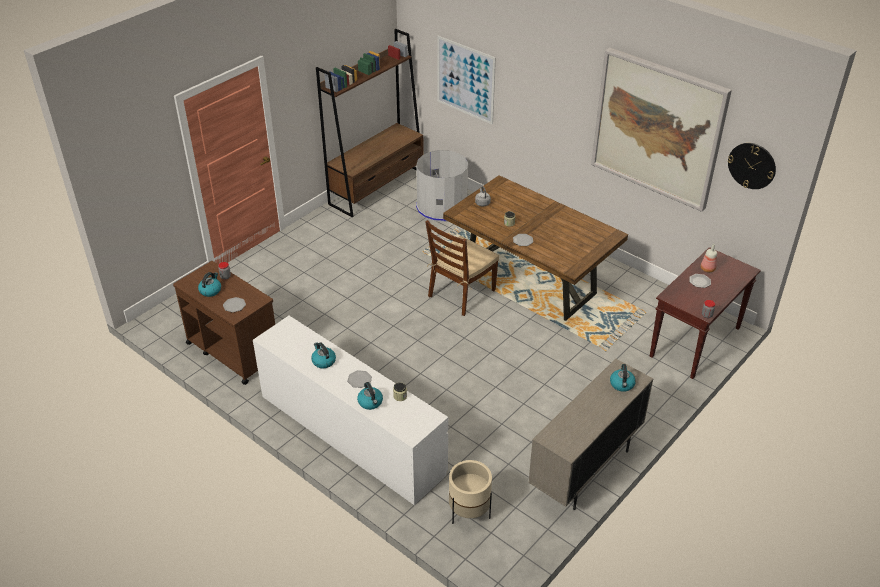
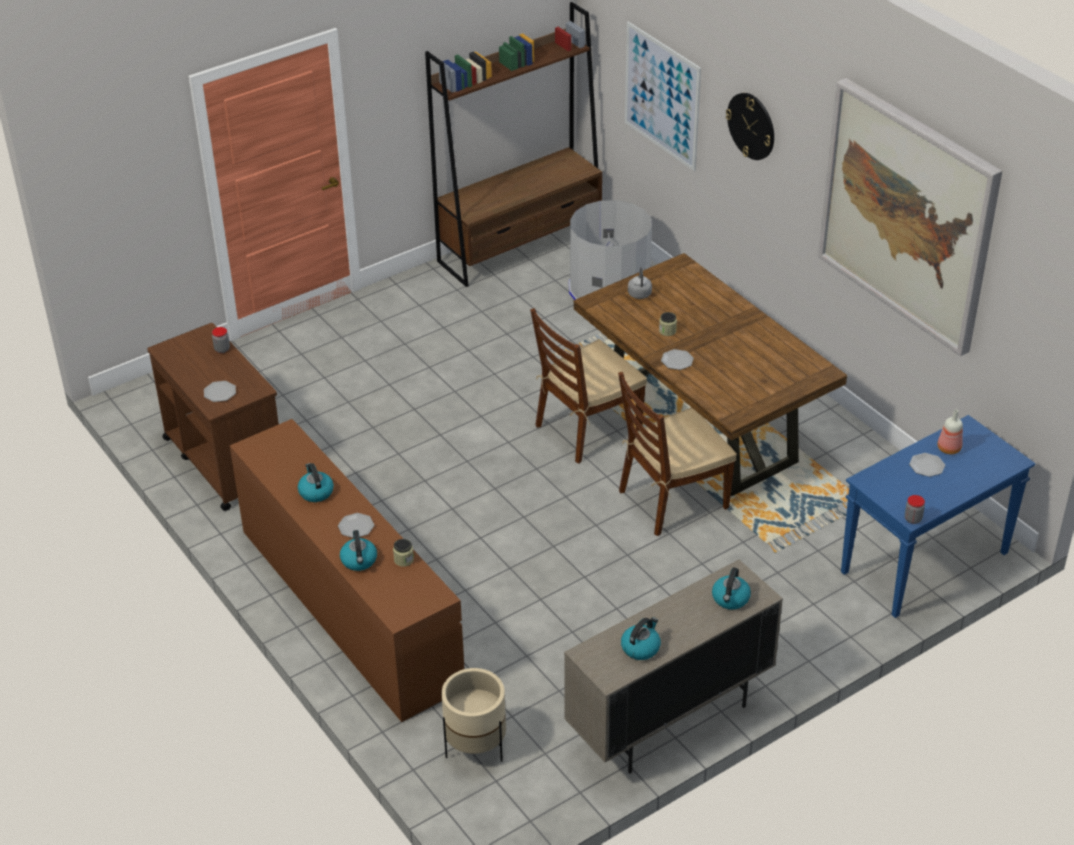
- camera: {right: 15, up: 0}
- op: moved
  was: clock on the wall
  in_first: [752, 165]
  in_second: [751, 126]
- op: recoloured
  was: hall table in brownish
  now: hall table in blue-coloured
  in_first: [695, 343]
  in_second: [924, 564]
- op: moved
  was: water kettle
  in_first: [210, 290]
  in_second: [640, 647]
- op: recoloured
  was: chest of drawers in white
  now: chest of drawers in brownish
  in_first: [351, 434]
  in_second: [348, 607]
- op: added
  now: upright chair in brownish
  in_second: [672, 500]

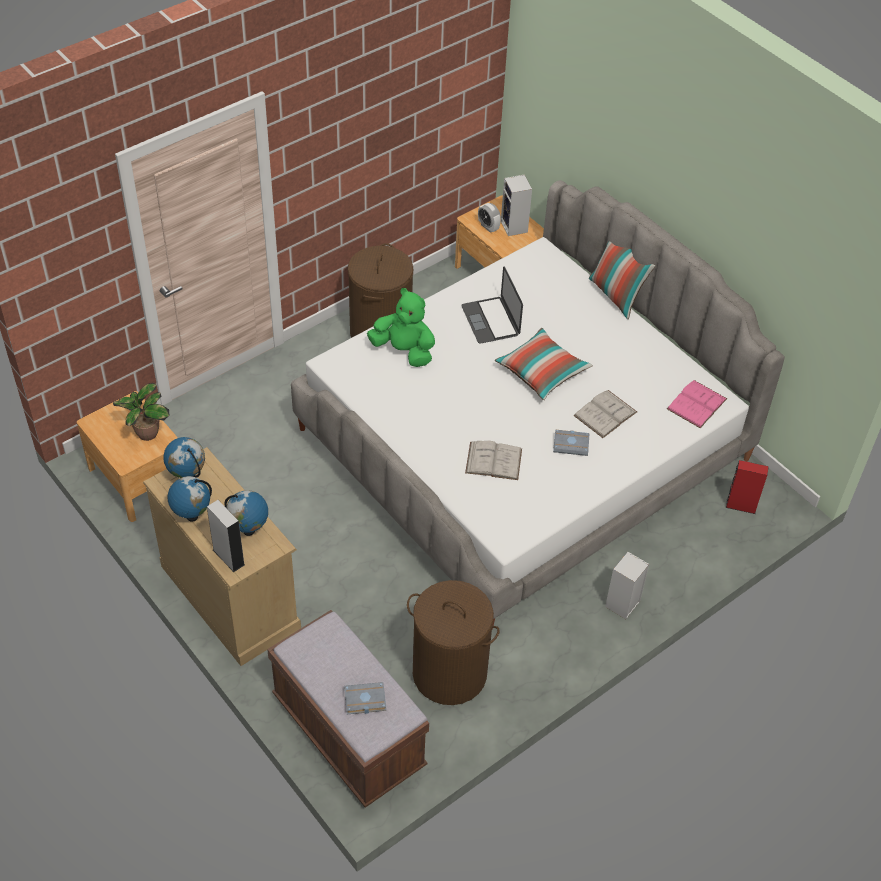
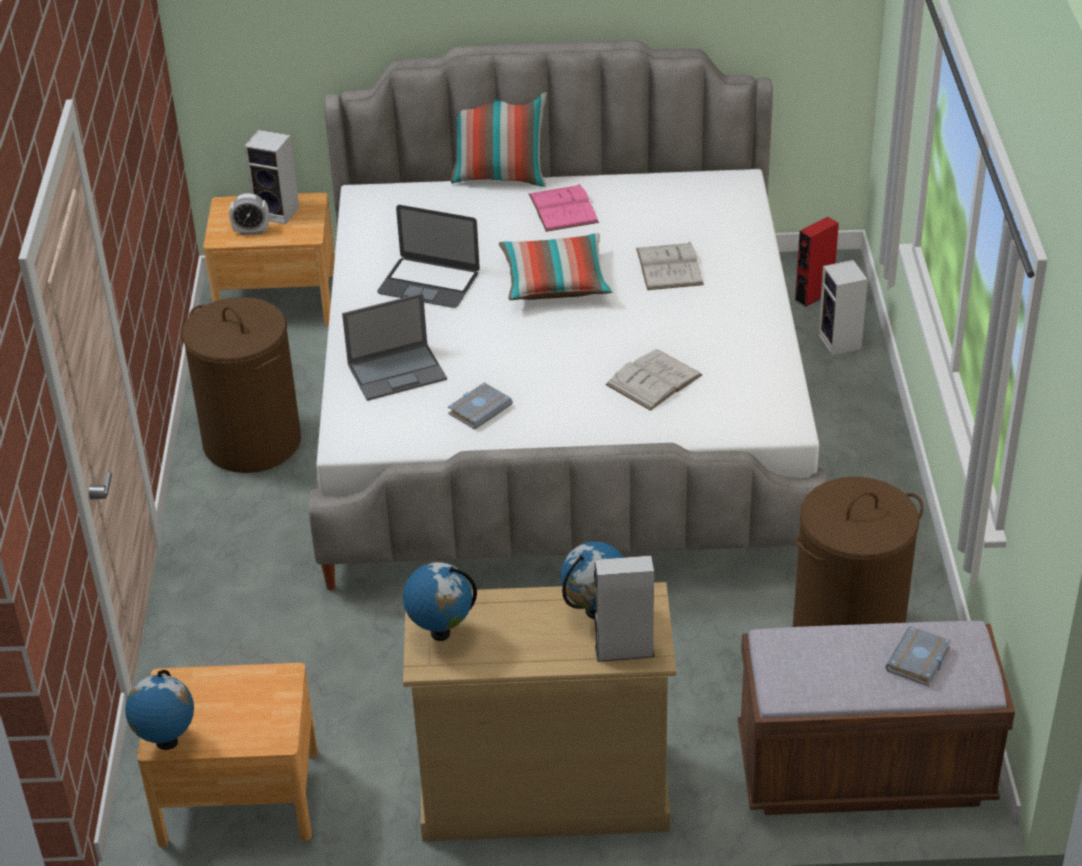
- camera: {right: -50, up: -10}
- op: replaced
  was: plush toy in green
  now: portable computer
  in_first: [404, 351]
  in_second: [398, 371]
- op: moved
  was: book in pink-coloured
  in_first: [697, 404]
  in_second: [563, 208]
- op: removed
  was: houseplant
  in_first: [146, 434]
- op: moved
  was: book in greyish
  in_first: [571, 444]
  in_second: [479, 409]
- op: moved
  was: globe
  in_first: [192, 516]
  in_second: [166, 742]
- op: moved
  was: audio speaker
  in_first: [622, 605]
  in_second: [841, 343]

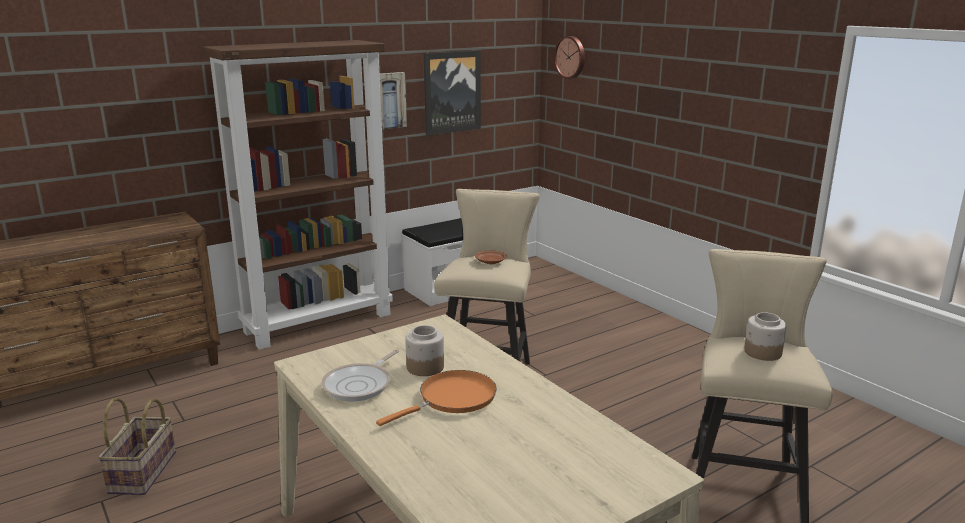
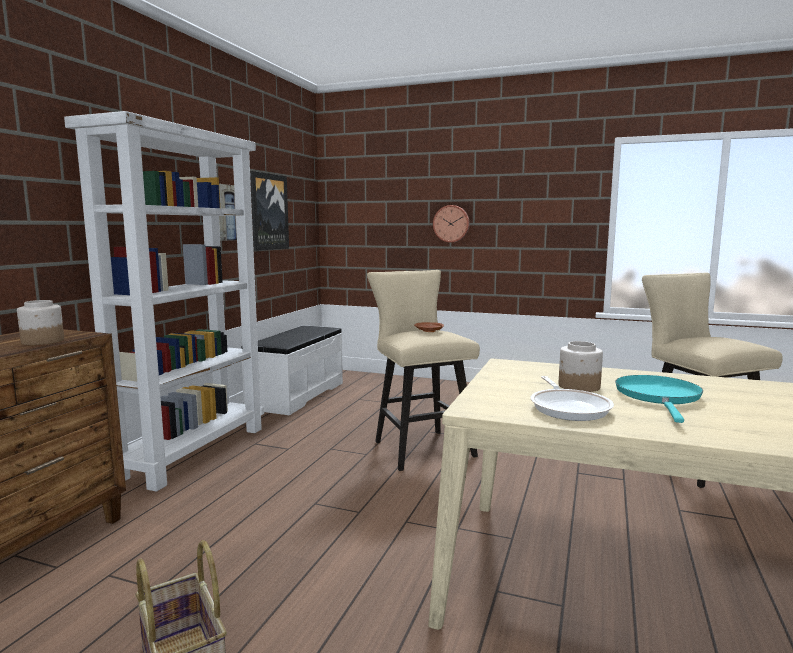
- camera: {right: -35, up: -10}
- op: moved
  was: clock on the wall
  in_first: [571, 57]
  in_second: [451, 223]
- op: recoloured
  was: shelving unit in brownish
  now: shelving unit in white
  in_first: [319, 322]
  in_second: [194, 452]
- op: moved
  was: preserve jar
  in_first: [762, 352]
  in_second: [42, 341]
- op: recoloured
  was: frying pan in orange
  now: frying pan in blue-green
  in_first: [453, 399]
  in_second: [658, 397]

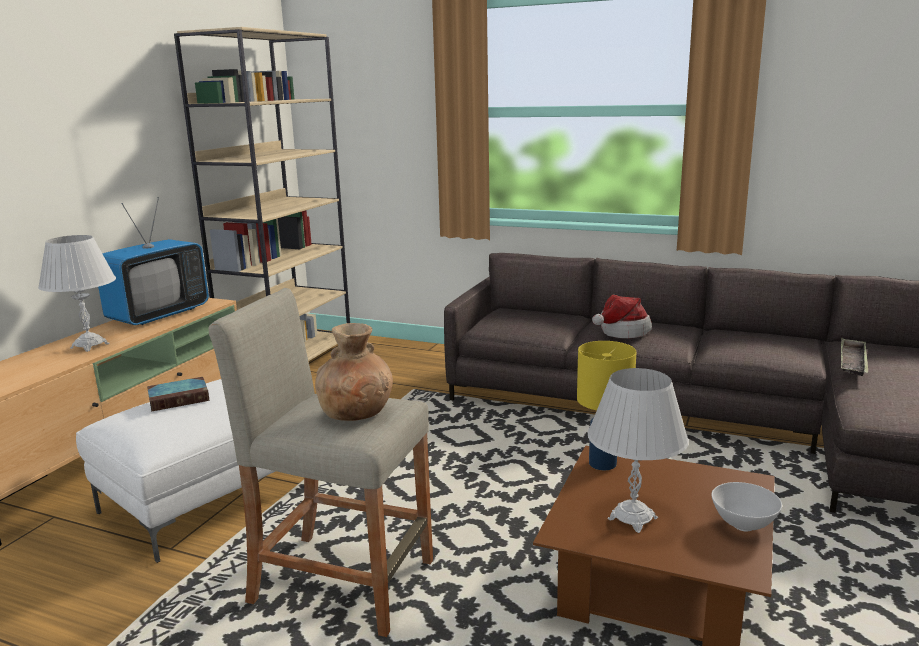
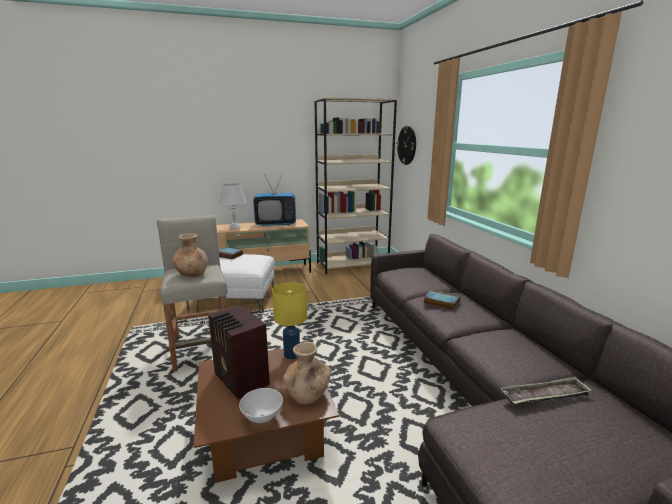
- camera: {right: 50, up: 0}
- op: replaced
  was: wearable hat
  now: book
  in_first: [620, 331]
  in_second: [440, 302]
- op: replaced
  was: table lamp in white
  now: radio receiver
  in_first: [633, 518]
  in_second: [241, 380]
- op: added
  now: clock on the wall
  in_second: [407, 145]
- op: added
  now: flower vase in brownish
  in_second: [307, 395]

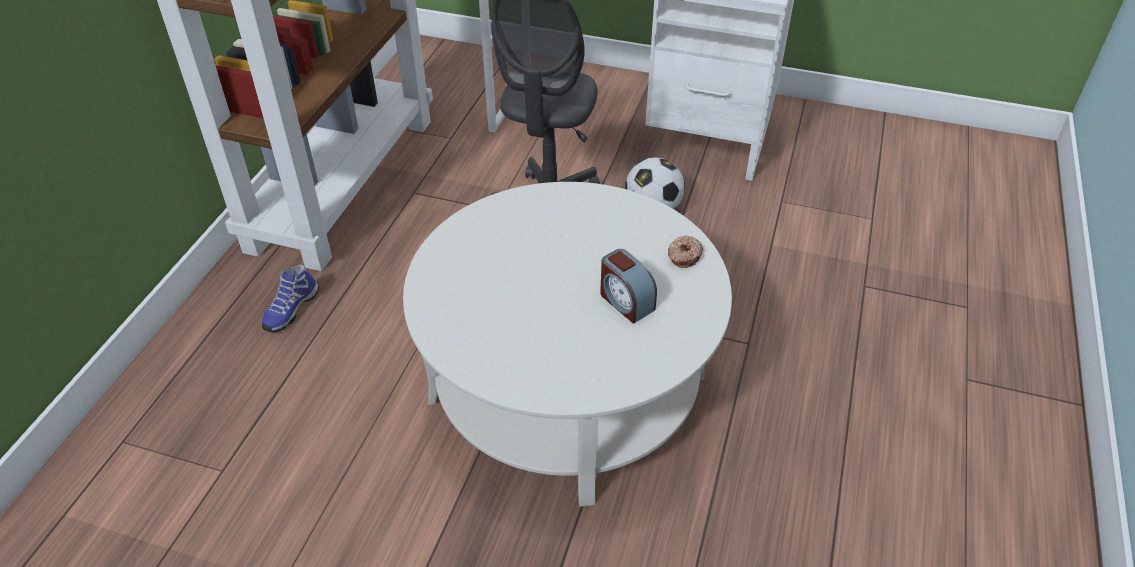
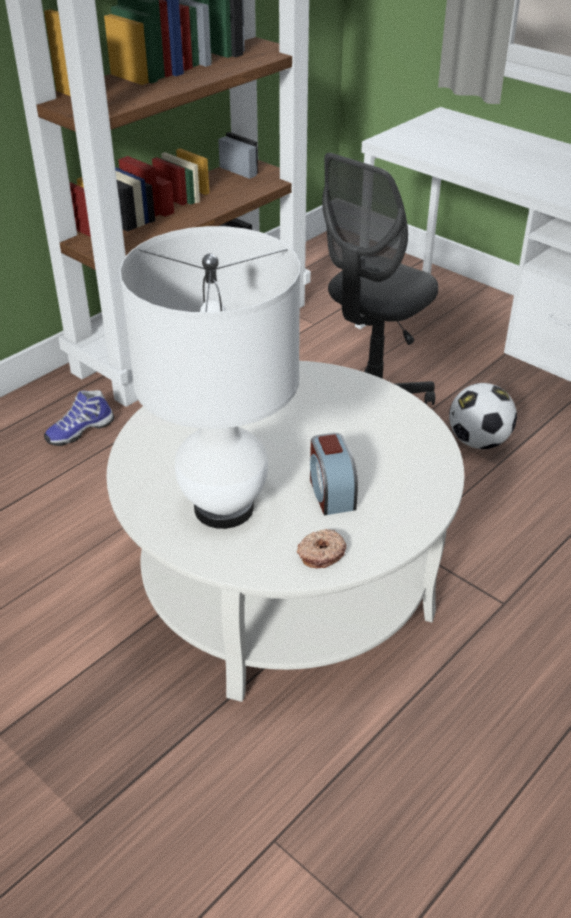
- camera: {right: 25, up: -5}
- op: moved
  was: doughnut
  in_first: [683, 256]
  in_second: [321, 553]
- op: added
  now: table lamp in white
  in_second: [224, 508]

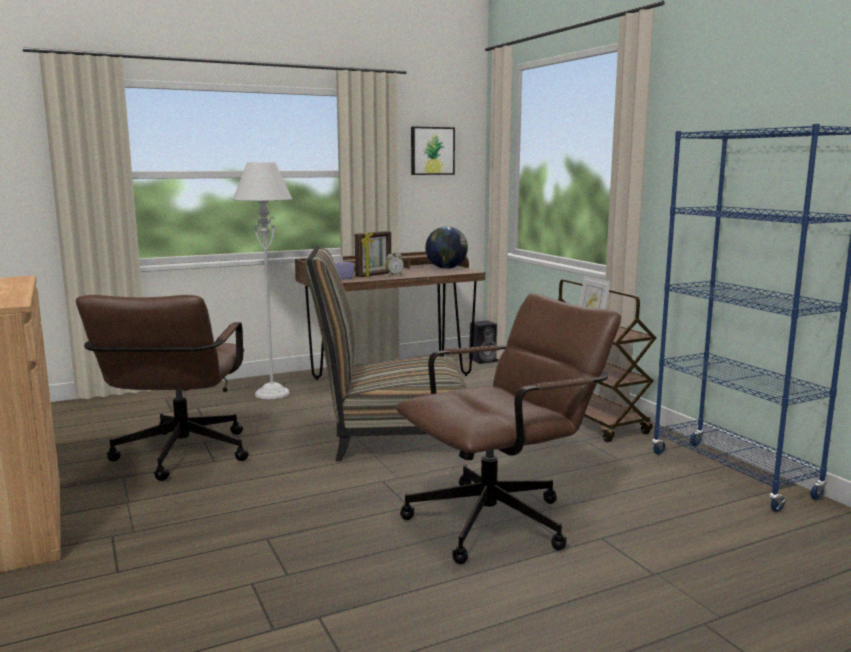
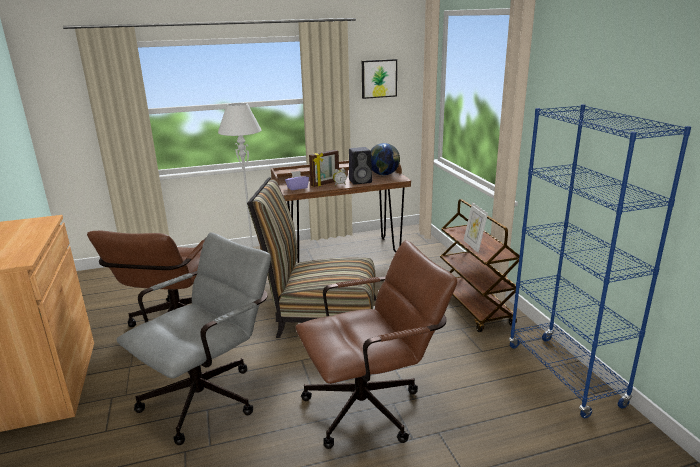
- camera: {right: 10, up: 10}
- op: moved
  was: audio speaker in blackish
  in_first: [484, 360]
  in_second: [361, 181]
- op: added
  now: desk chair in greyish
  in_second: [210, 395]

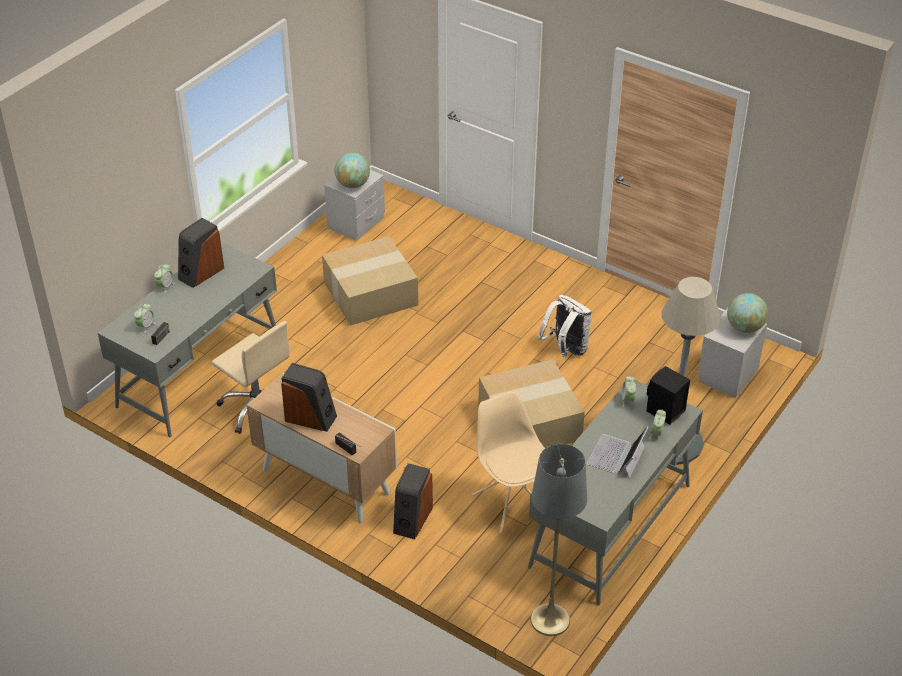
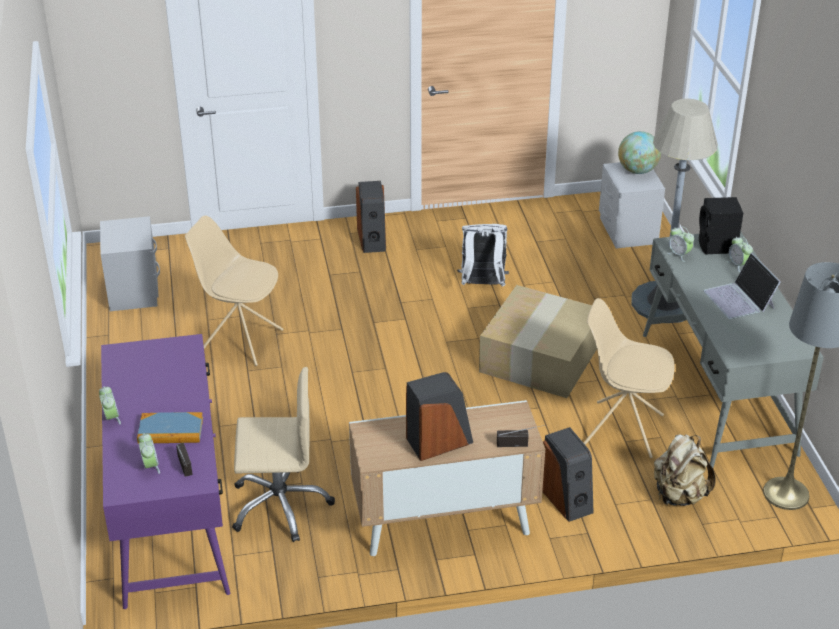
- camera: {right: -45, up: -5}
- op: removed
  was: globe
  in_first: [353, 184]
- op: moved
  was: audio speaker
  in_first: [201, 273]
  in_second: [372, 239]
- op: replaced
  was: packing box
  now: upright chair in beige-coloured
  in_first: [371, 292]
  in_second: [240, 340]
- op: recoloured
  was: desk unit in greyish
  now: desk unit in purple
  in_first: [200, 373]
  in_second: [171, 515]
- op: added
  now: book
  in_second: [170, 431]
- op: added
  now: backpack in beige-coloured
  in_second: [679, 495]

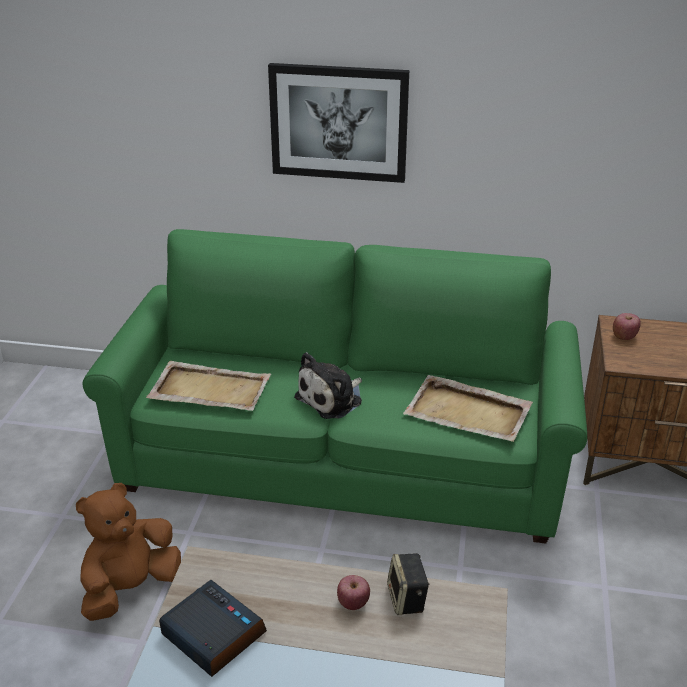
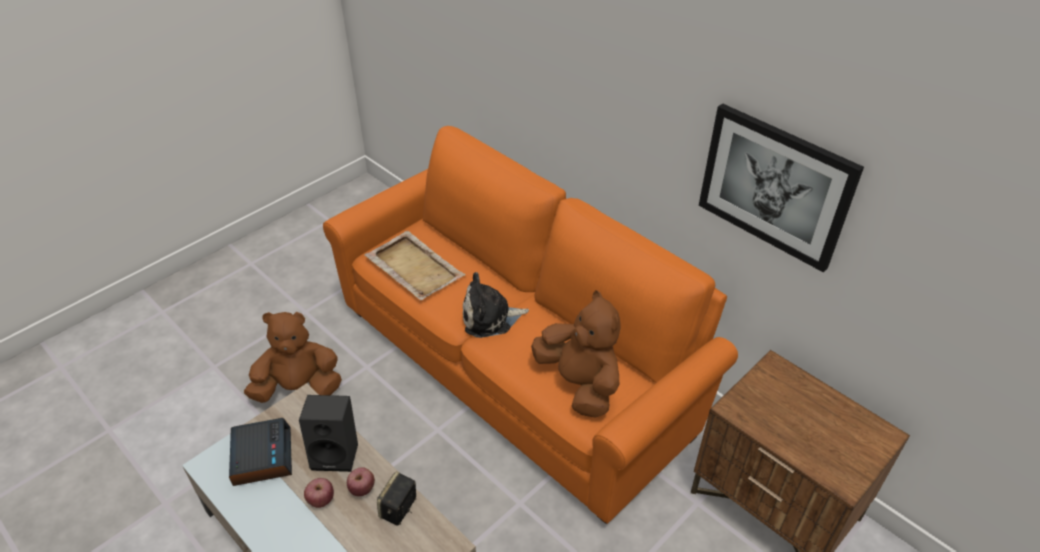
- camera: {right: 35, up: 10}
- op: moved
  was: picture
  in_first: [339, 122]
  in_second: [775, 186]
- op: recoloured
  was: couch in green
  now: couch in orange
  in_first: [343, 459]
  in_second: [520, 365]
- op: moved
  was: apple
  in_first: [624, 336]
  in_second: [321, 500]
- op: replaced
  was: serving tray in beige-coloured
  now: plush toy in brownish
  in_first: [469, 412]
  in_second: [579, 384]
- op: added
  now: audio speaker in blackish
  in_second: [337, 453]

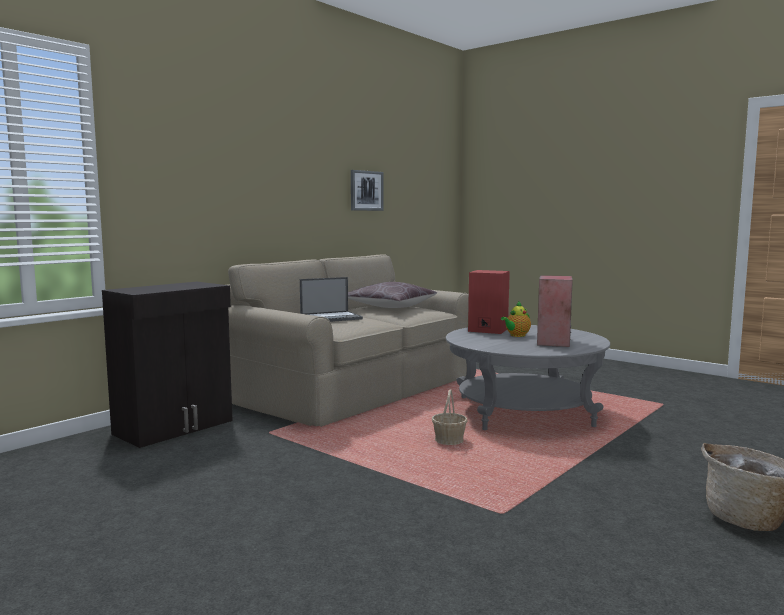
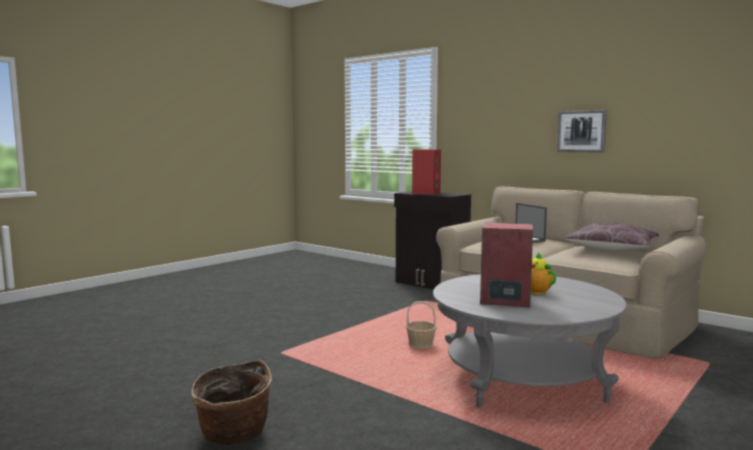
- camera: {right: 90, up: 0}
- op: moved
  was: picture
  in_first: [366, 190]
  in_second: [581, 131]
- op: moved
  was: audio speaker in red
  in_first: [487, 330]
  in_second: [426, 193]

